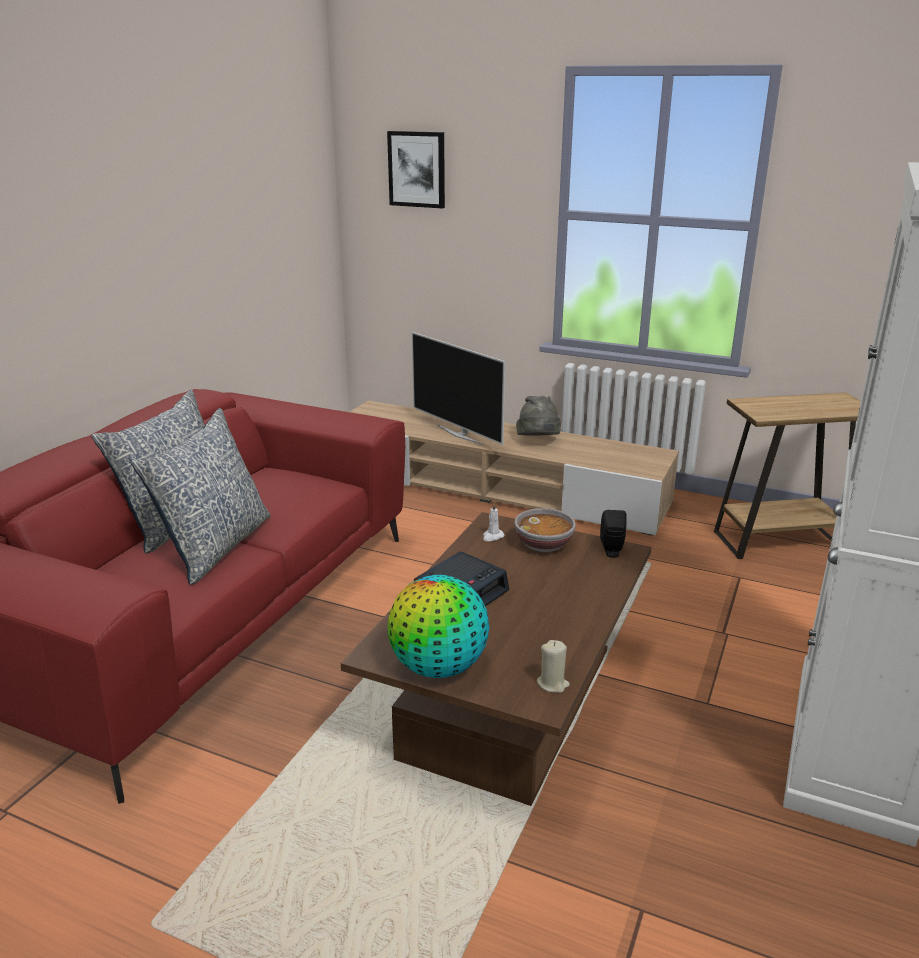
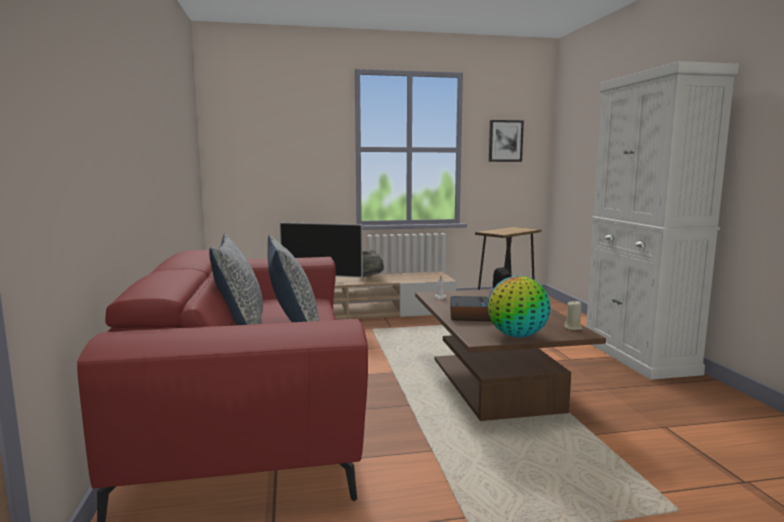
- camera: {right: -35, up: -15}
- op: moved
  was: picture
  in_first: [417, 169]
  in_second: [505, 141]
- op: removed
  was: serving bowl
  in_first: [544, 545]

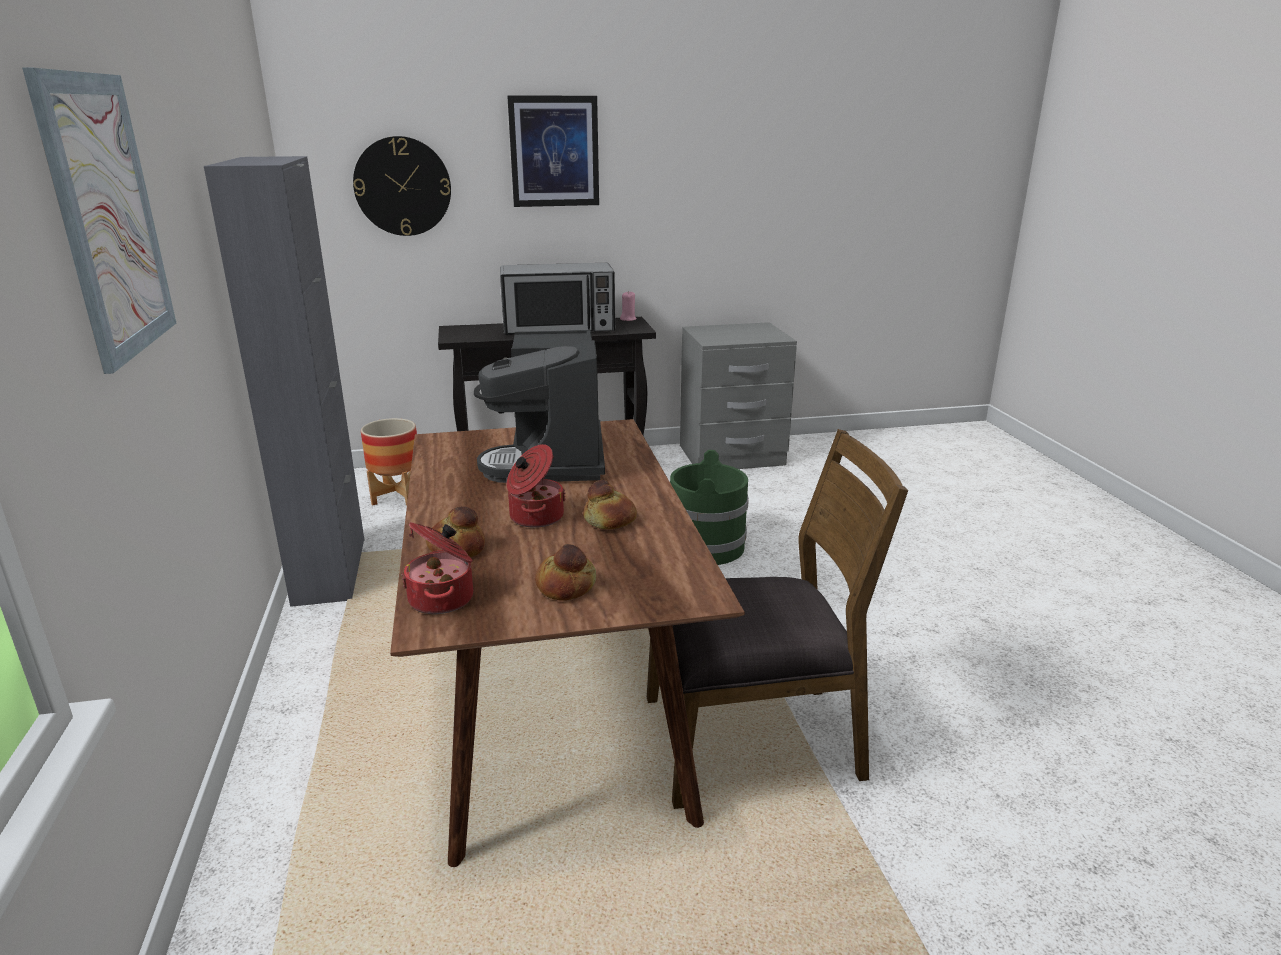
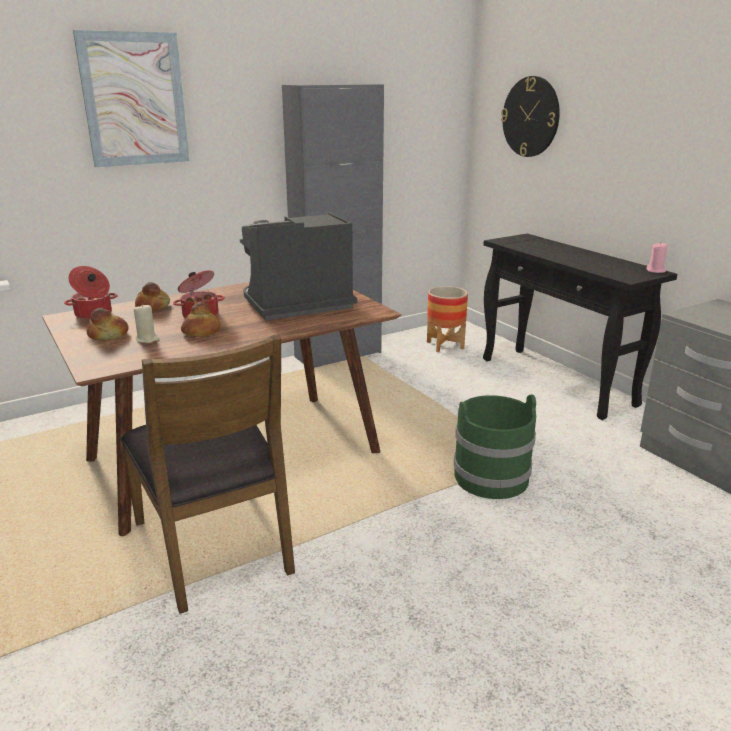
- camera: {right: 70, up: 0}
- op: removed
  was: picture
  in_first: [554, 151]
- op: removed
  was: kitchen microwave
  in_first: [559, 328]
- op: added
  now: candle in beige-coloured
  in_second: [147, 339]

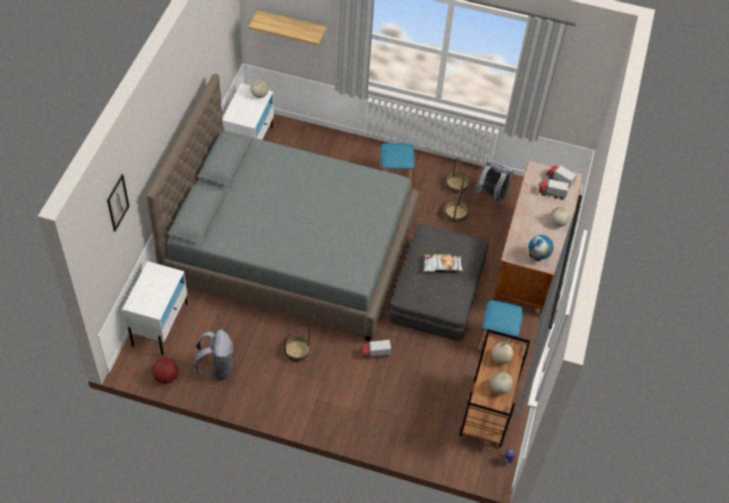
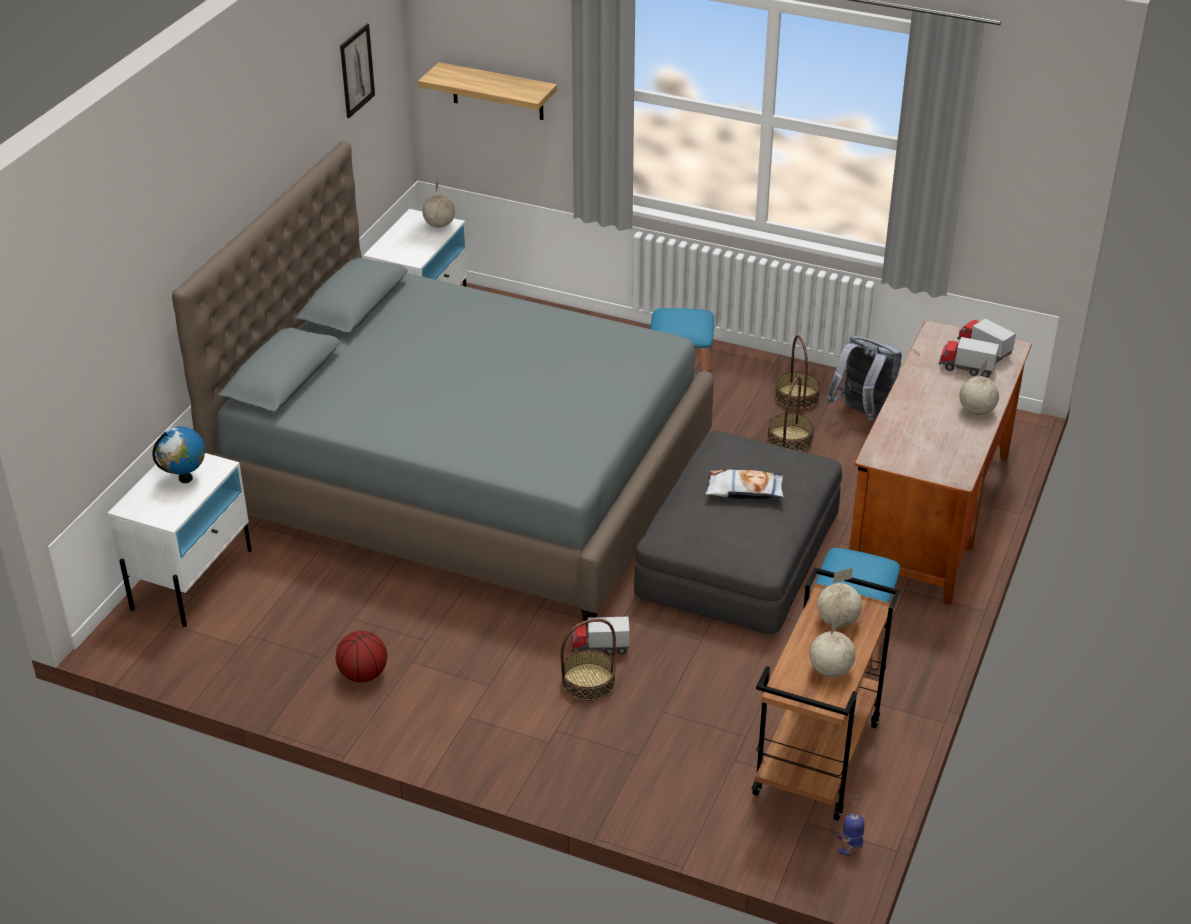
- camera: {right: 10, up: -15}
- op: moved
  was: picture
  in_first: [117, 203]
  in_second: [357, 70]
- op: moved
  was: globe
  in_first: [537, 258]
  in_second: [185, 478]
- op: moved
  was: basket
  in_first: [297, 351]
  in_second: [588, 682]
- op: removed
  was: backpack in greyish
  in_first: [217, 368]
- op: moved
  was: basketball ball
  in_first: [166, 377]
  in_second: [362, 674]

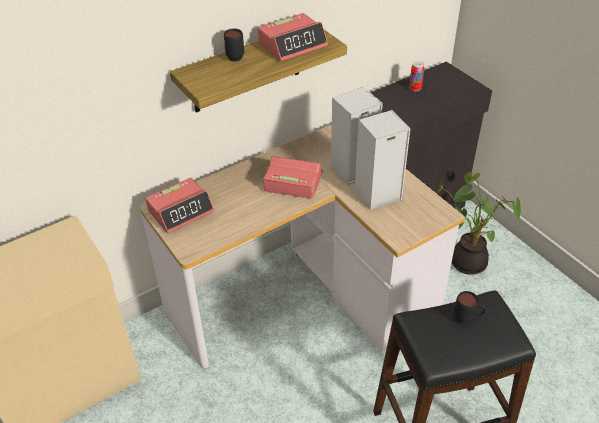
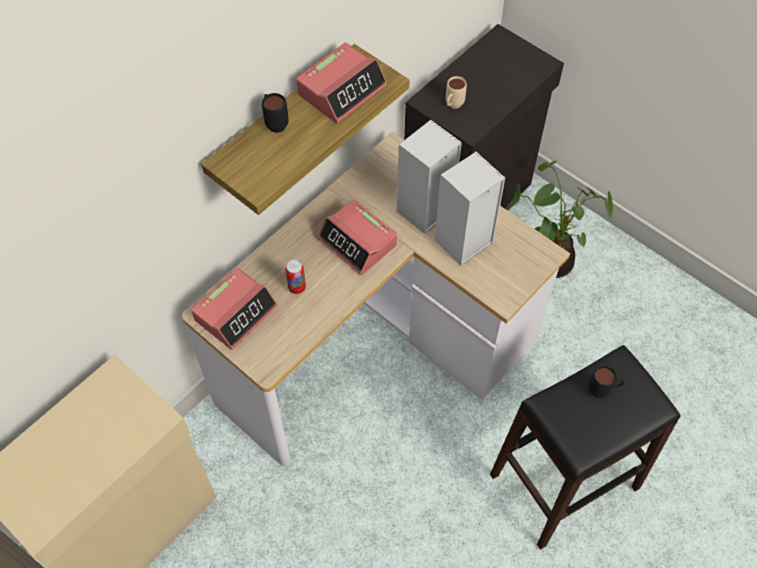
- camera: {right: -15, up: 15}
- op: moved
  was: can
  in_first: [415, 88]
  in_second: [297, 287]
- op: turned
  was: table clock
  in_first: [293, 182]
  in_second: [358, 242]
  clockwise: -135
- op: added
  now: mug in beige-coloured
  in_second: [452, 106]

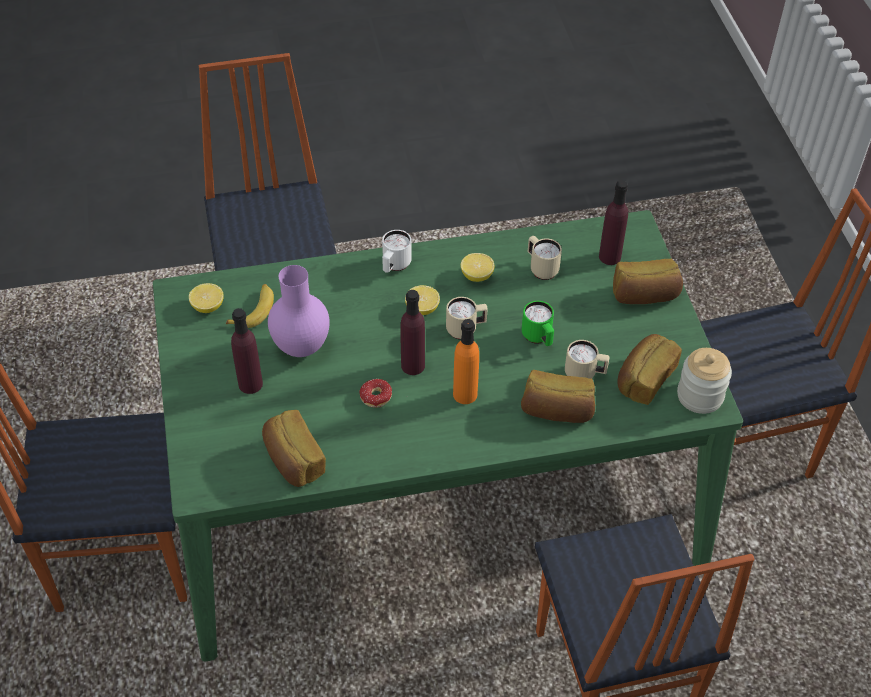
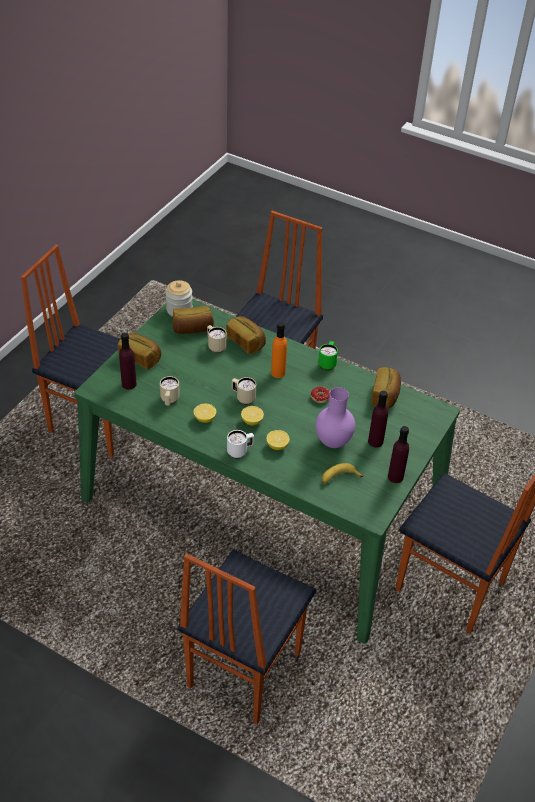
- camera: {right: -140, up: -5}
- op: moved
  was: citrus fruit
  in_first: [208, 307]
  in_second: [277, 446]
- op: moved
  was: drink bottle in purple
  in_first: [413, 365]
  in_second: [395, 477]
- op: moved
  was: mug in green
  in_first: [538, 338]
  in_second: [327, 363]

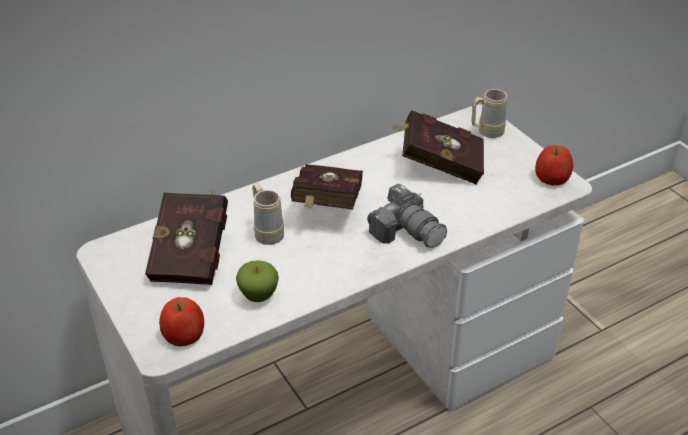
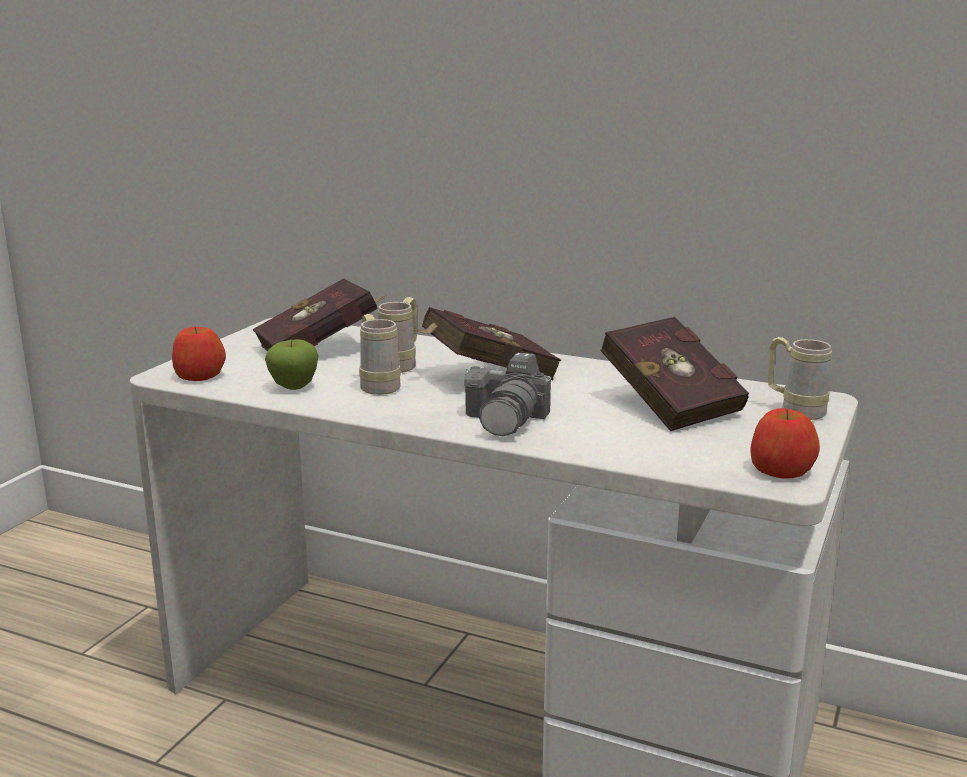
- camera: {right: 55, up: -20}
- op: added
  now: mug in beige-coloured
  in_second: [377, 385]

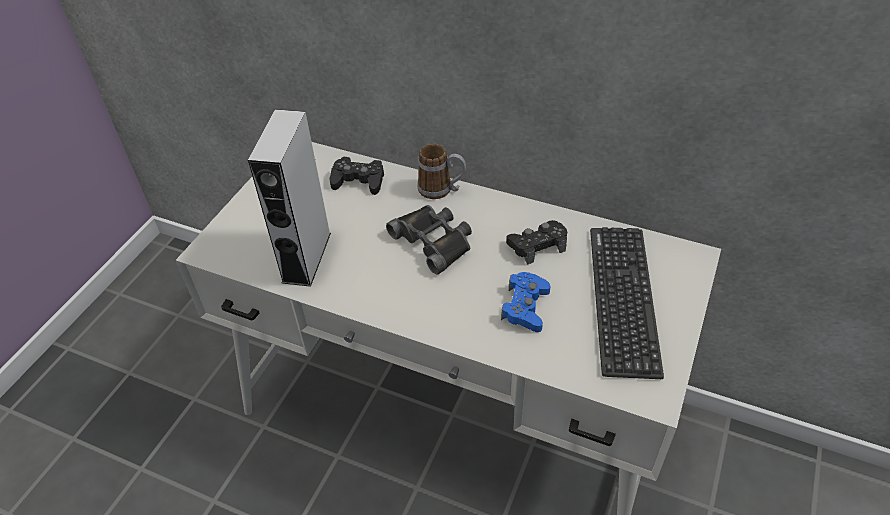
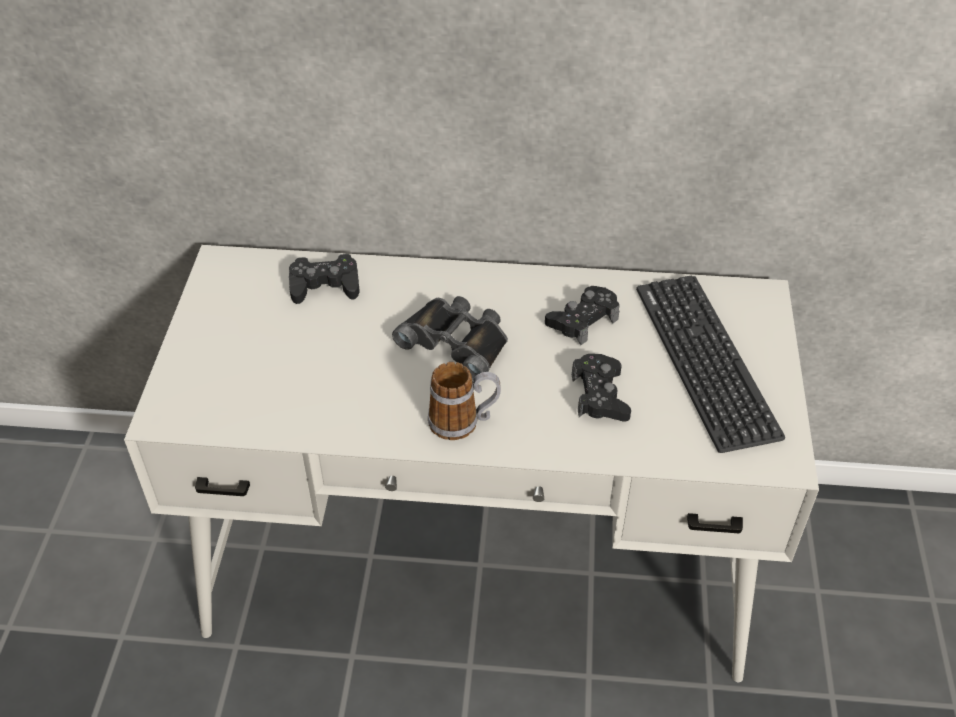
- camera: {right: -20, up: 0}
- op: removed
  was: audio speaker in greyish
  in_first: [306, 257]
- op: moved
  was: mug
  in_first: [441, 190]
  in_second: [463, 422]
- op: recoloured
  was: gamepad in blue-coloured
  now: gamepad in blackish
  in_first: [525, 307]
  in_second: [600, 395]

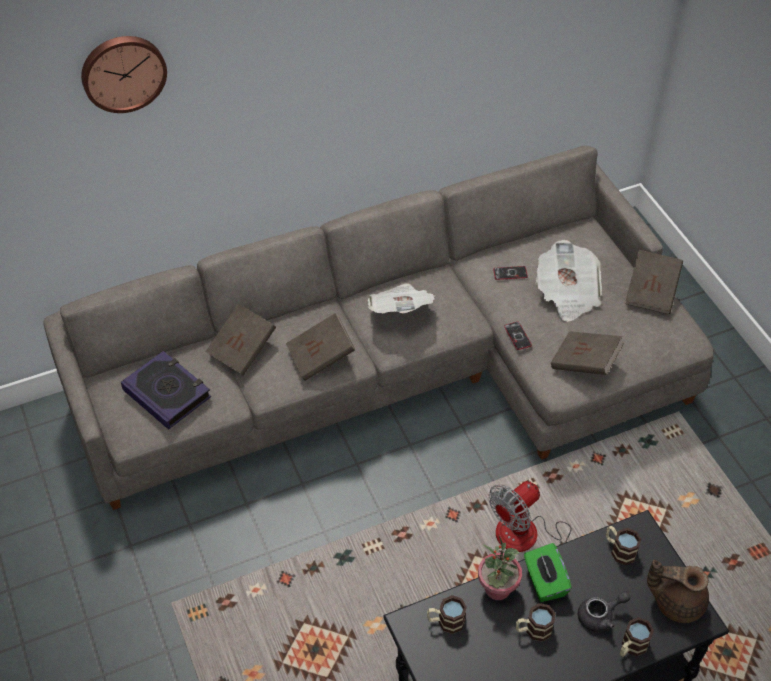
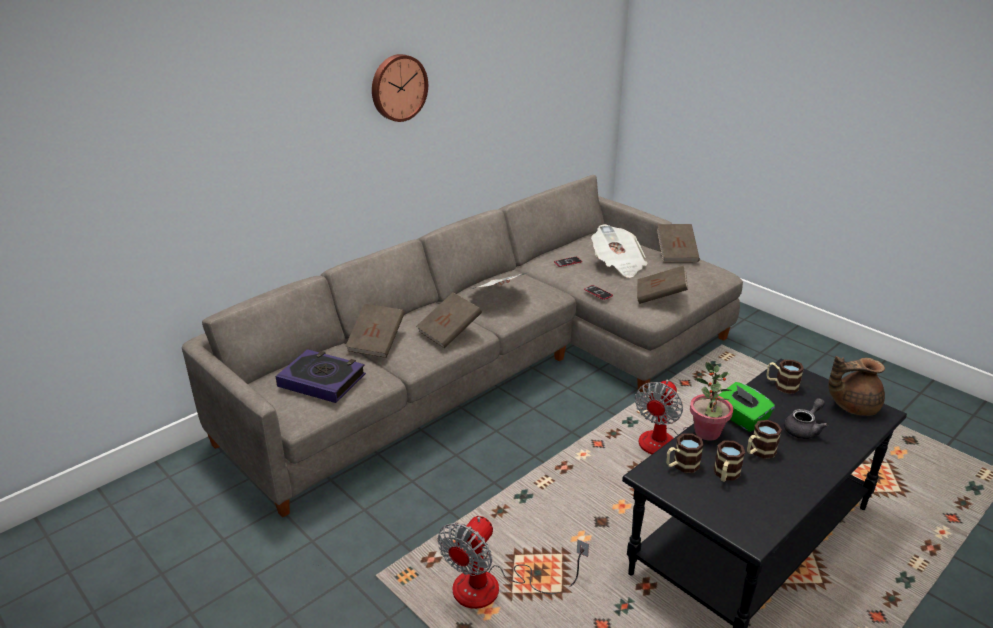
- camera: {right: -20, up: -20}
- op: moved
  was: clock on the wall
  in_first: [123, 72]
  in_second: [398, 87]
- op: moved
  was: mug
  in_first: [631, 647]
  in_second: [725, 475]
- op: added
  now: electric fan
  in_second: [494, 588]

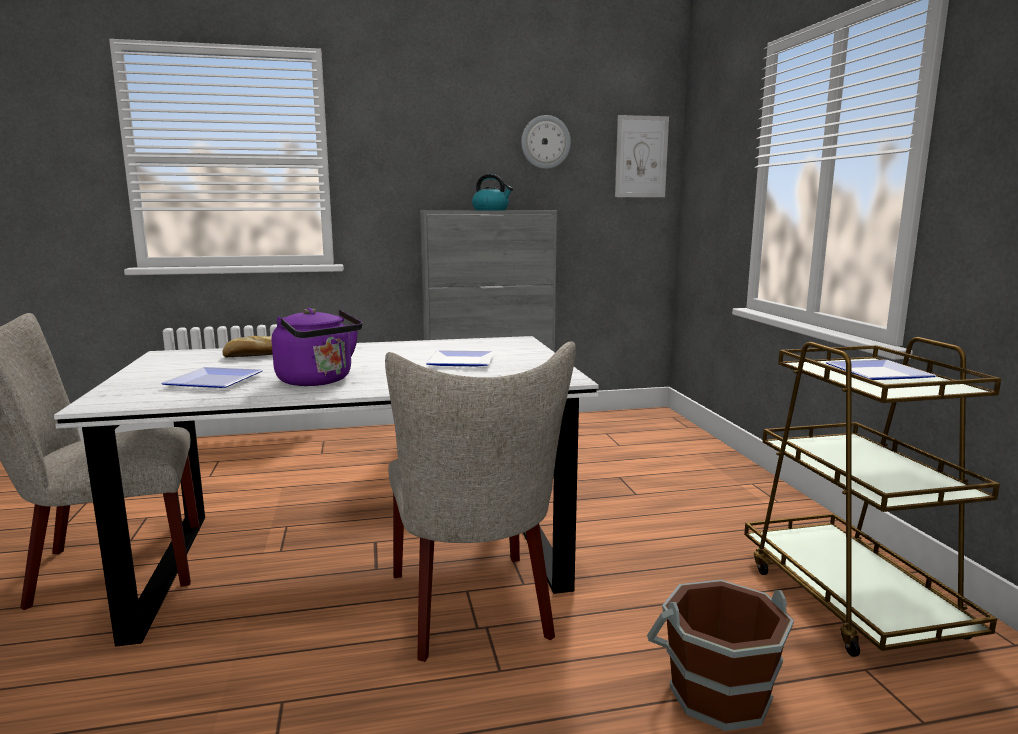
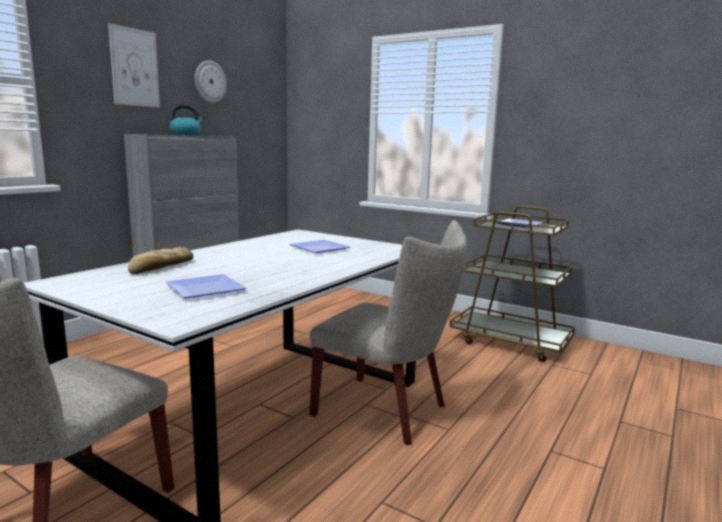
- camera: {right: -45, up: 0}
- op: moved
  was: picture
  in_first: [641, 157]
  in_second: [134, 67]
- op: removed
  was: water kettle in purple
  in_first: [318, 381]
- op: removed
  was: pail in brownish
  in_first: [718, 693]

